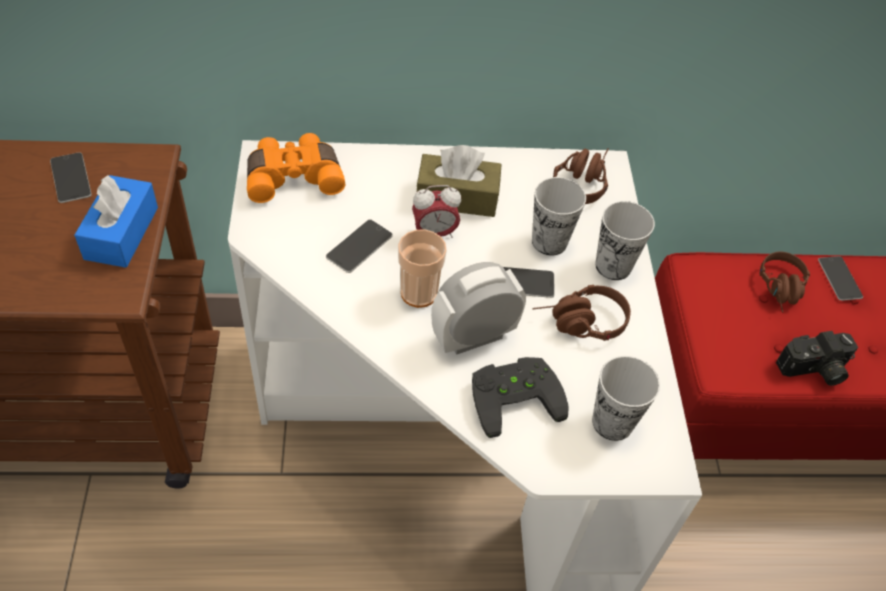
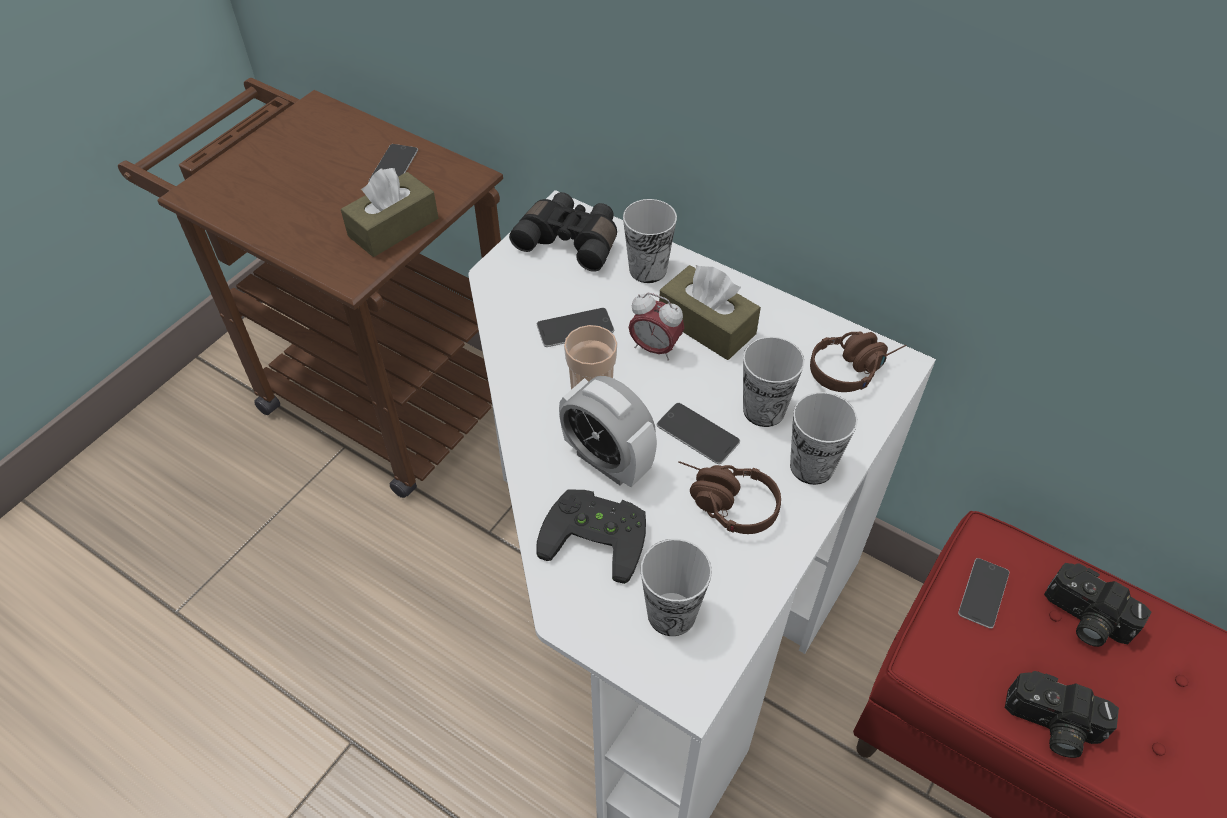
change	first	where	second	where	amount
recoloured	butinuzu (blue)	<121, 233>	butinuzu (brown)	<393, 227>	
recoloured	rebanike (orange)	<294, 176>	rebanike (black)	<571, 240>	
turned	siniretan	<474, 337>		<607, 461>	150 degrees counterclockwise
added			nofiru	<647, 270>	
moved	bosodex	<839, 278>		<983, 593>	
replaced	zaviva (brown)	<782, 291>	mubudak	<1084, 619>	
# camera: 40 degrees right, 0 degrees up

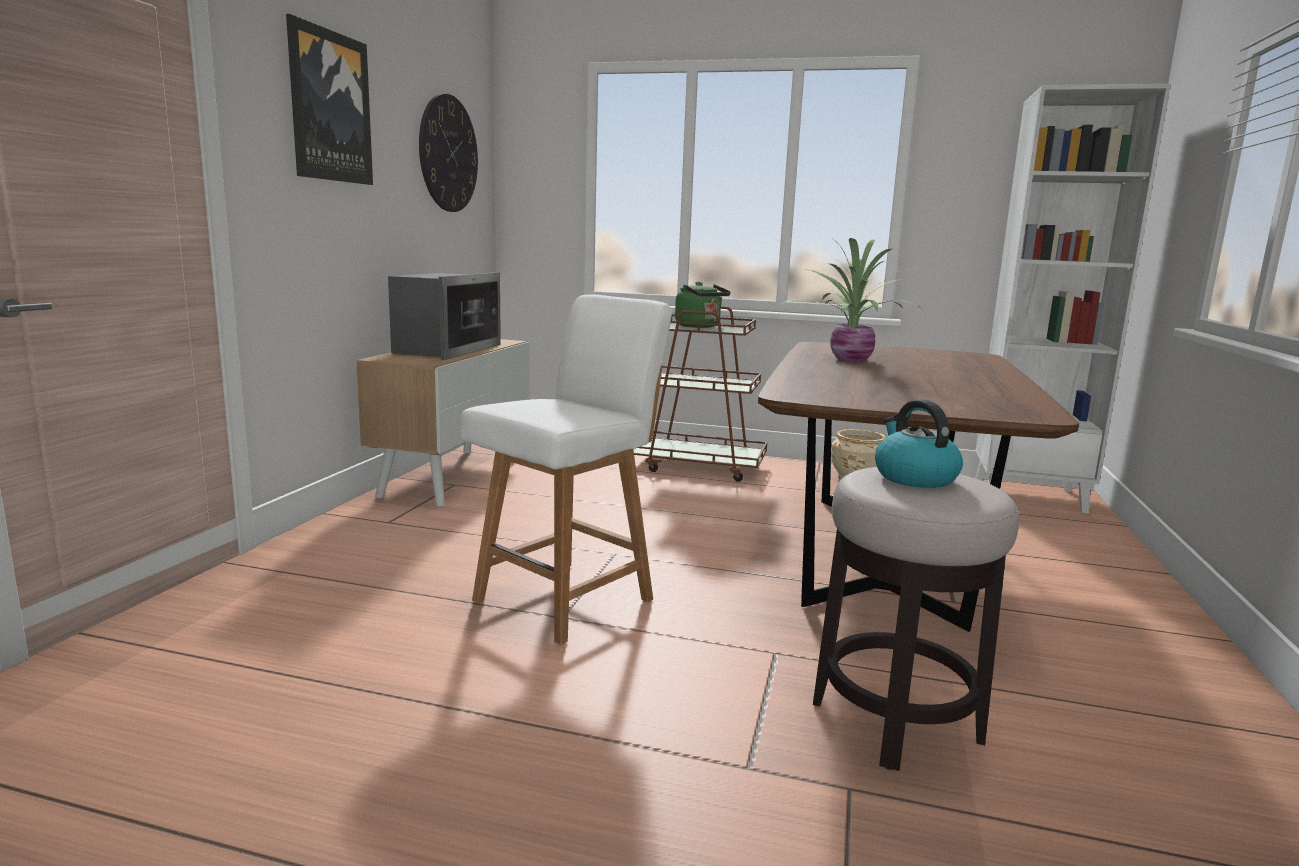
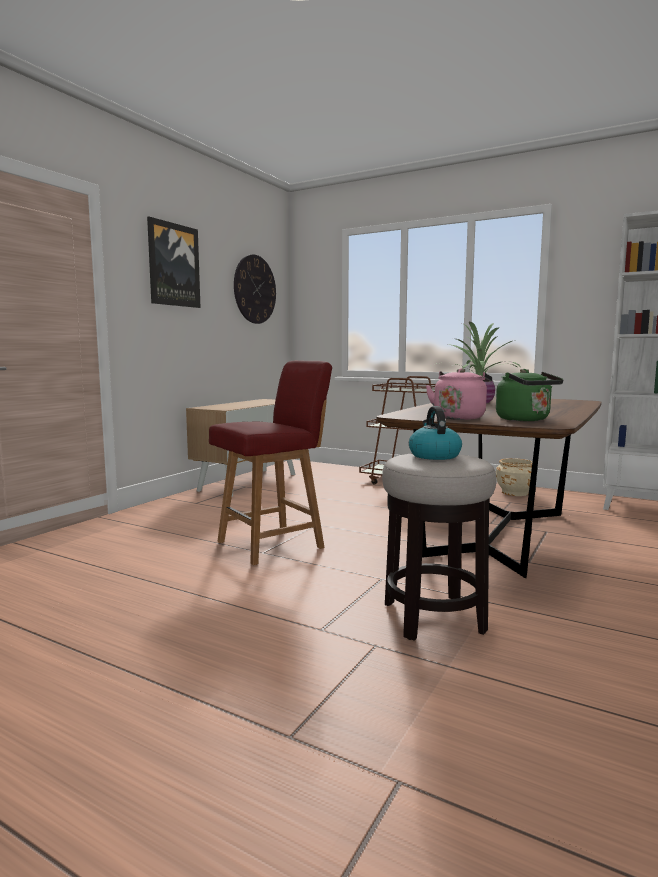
change	first	where	second	where	amount
recoloured	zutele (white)	<567, 598>	zutele (red)	<273, 544>	
added			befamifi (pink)	<459, 417>	
moved	befamifi (green)	<700, 326>		<525, 420>	
removed	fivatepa	<446, 349>			
# camera: 15 degrees right, 5 degrees down

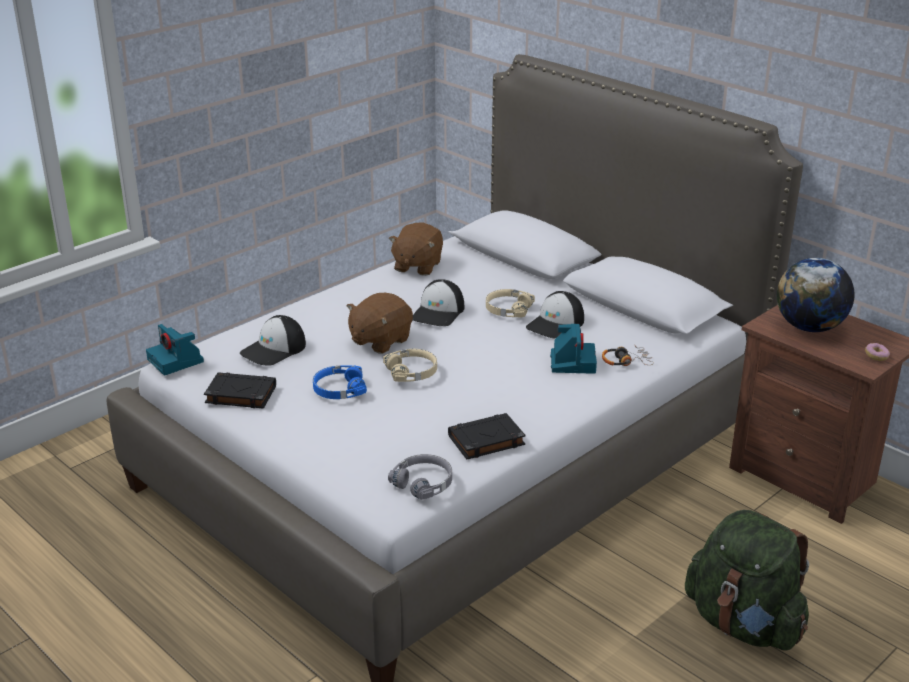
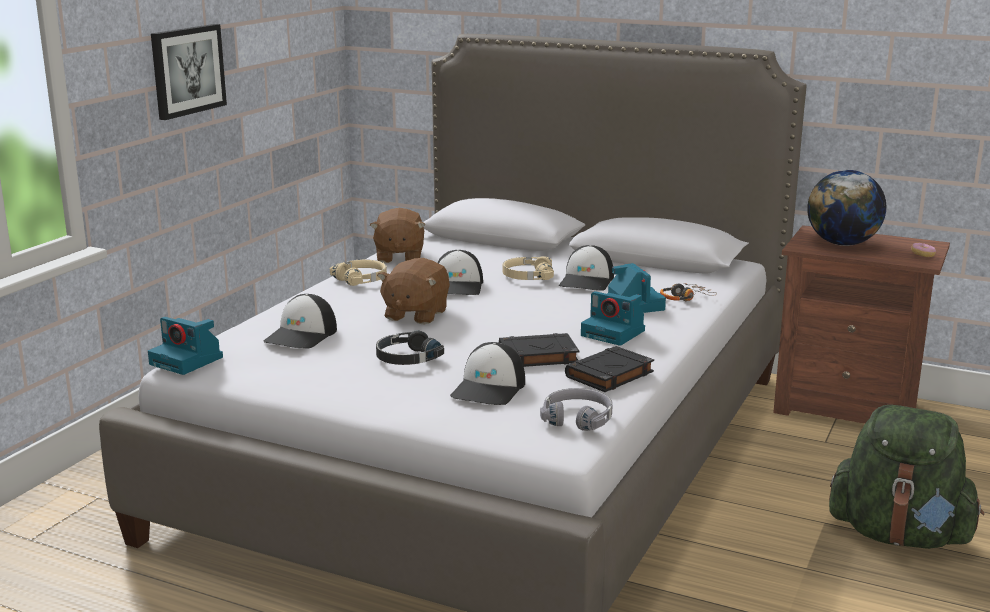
change	first	where	second	where	amount
added			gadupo	<187, 70>	
moved	zaviva (beige)	<412, 372>		<361, 279>	
recoloured	zaviva (blue)	<339, 389>	zaviva (black)	<406, 358>	
added			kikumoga	<489, 389>	
moved	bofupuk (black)	<240, 395>		<537, 356>	
added			mubudak	<614, 333>	
# camera: 20 degrees left, 10 degrees down

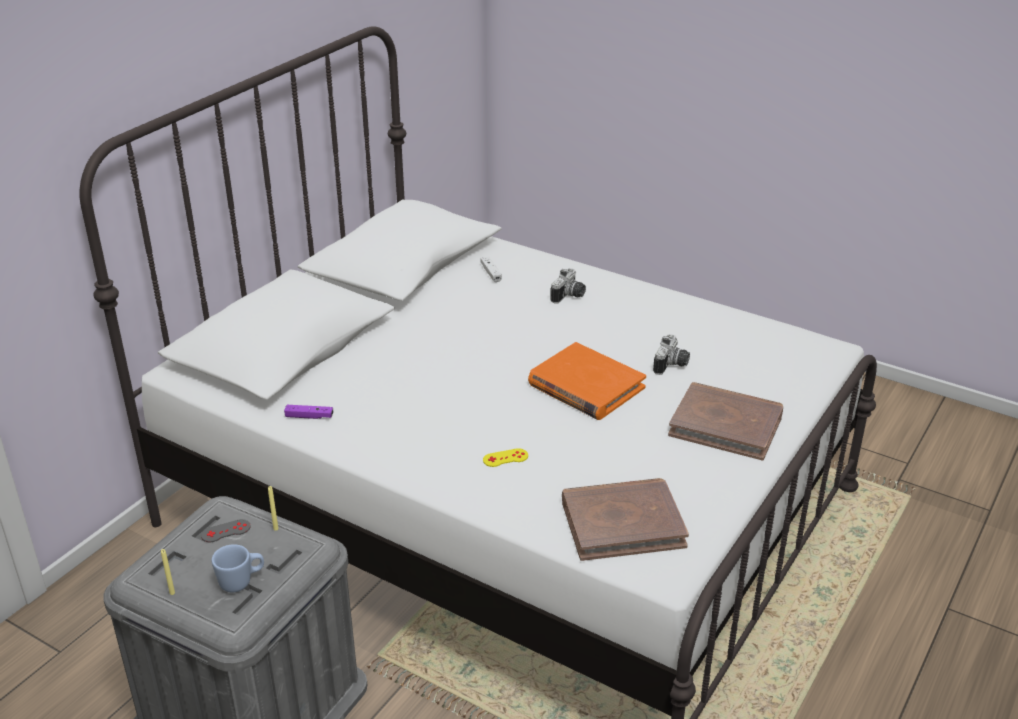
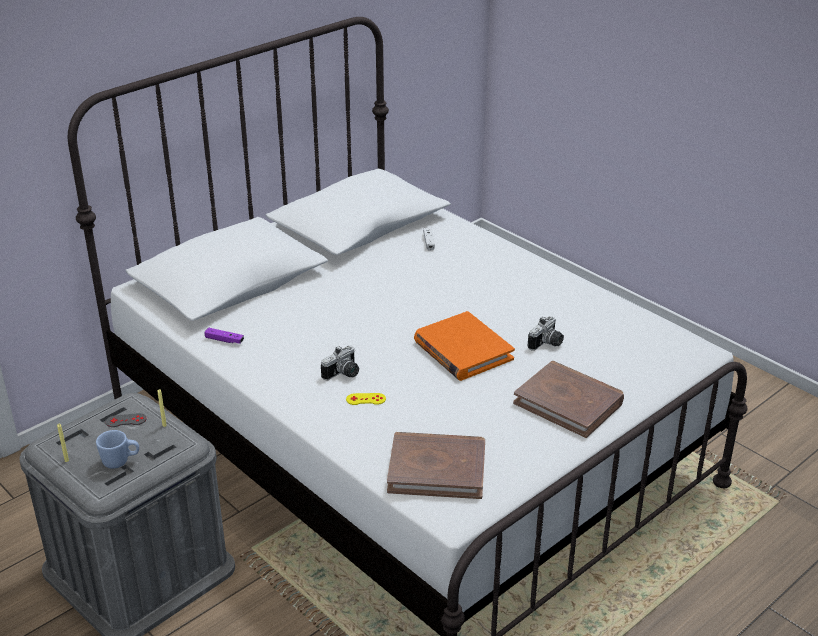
change	first	where	second	where	amount
moved	mubudak	<569, 296>		<343, 374>	
# camera: 15 degrees right, 0 degrees up

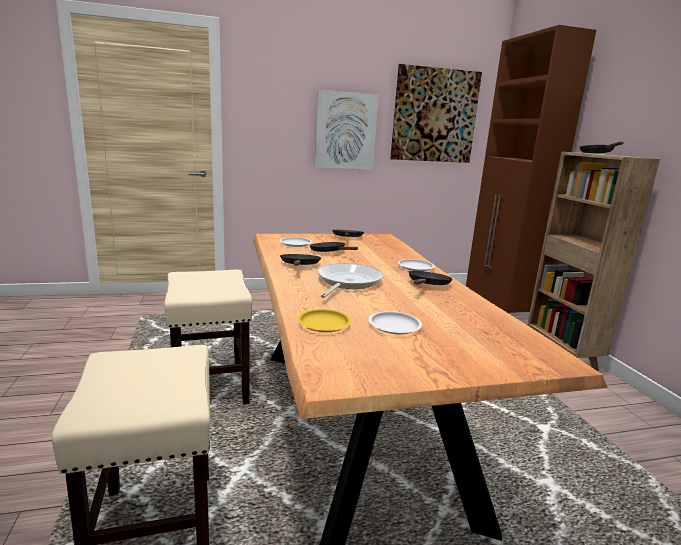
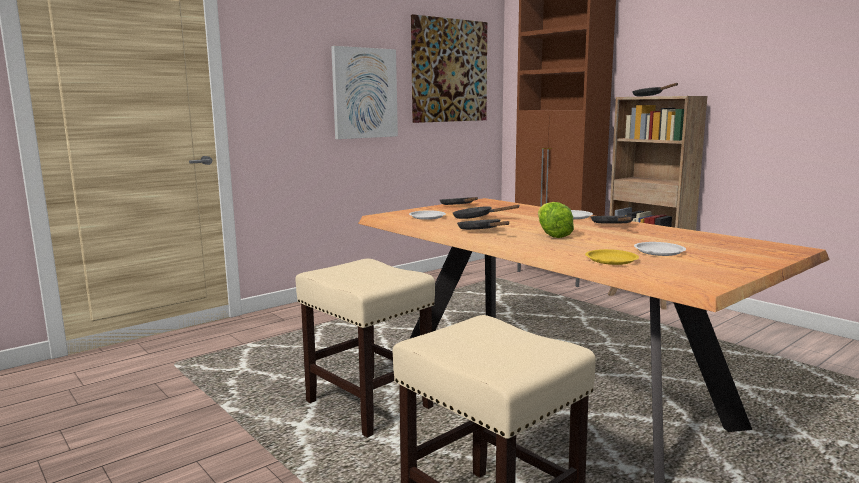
change	first	where	second	where	amount
replaced	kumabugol	<347, 282>	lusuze	<552, 234>	
# camera: 25 degrees left, 5 degrees down

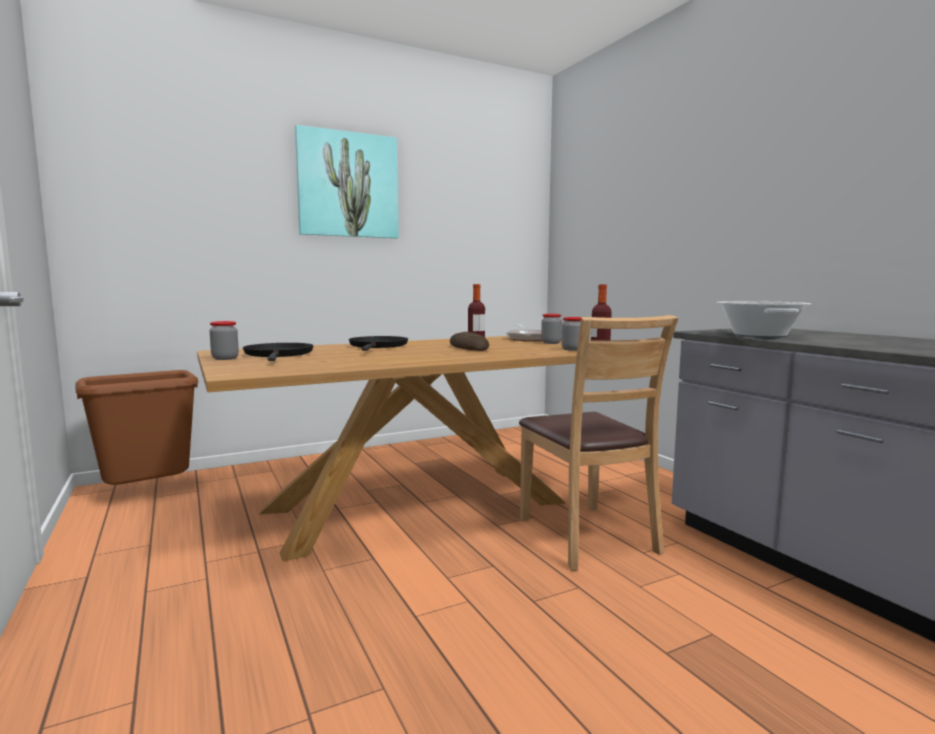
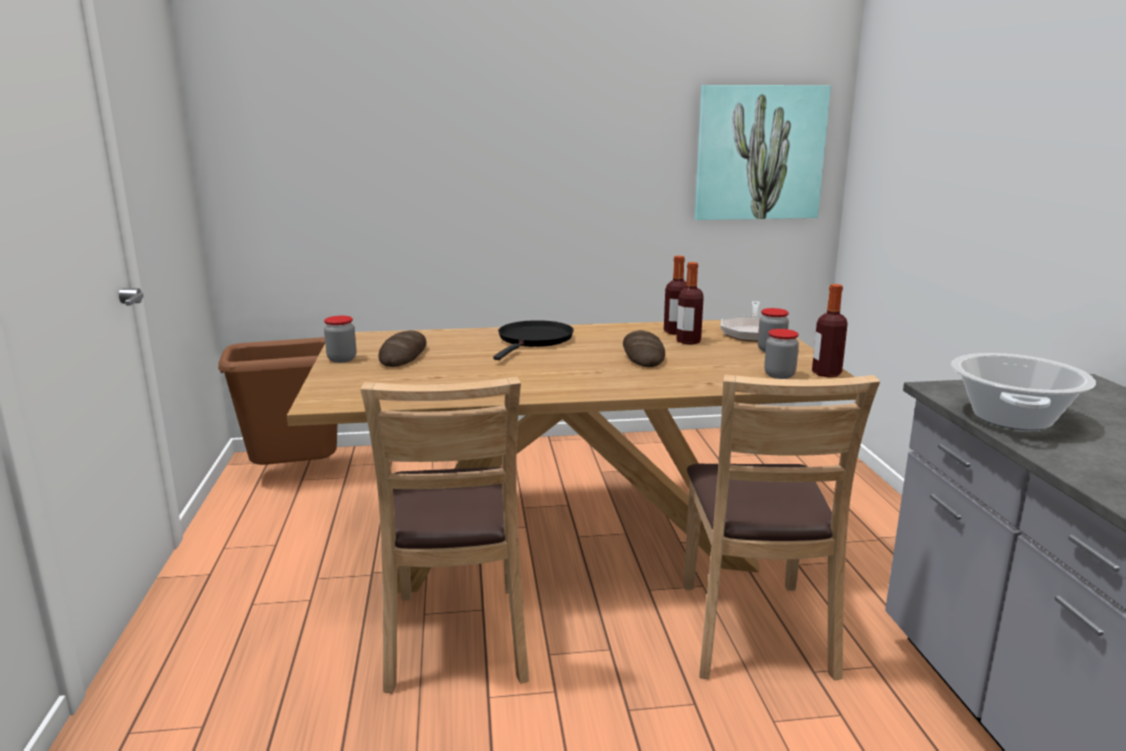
change	first	where	second	where	amount
added			zutele (brown)	<457, 637>	
replaced	kumabugol (black)	<279, 355>	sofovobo	<403, 355>	
added			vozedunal	<688, 341>	
moved	gadupo	<348, 185>		<760, 153>	
# camera: 20 degrees right, 10 degrees up

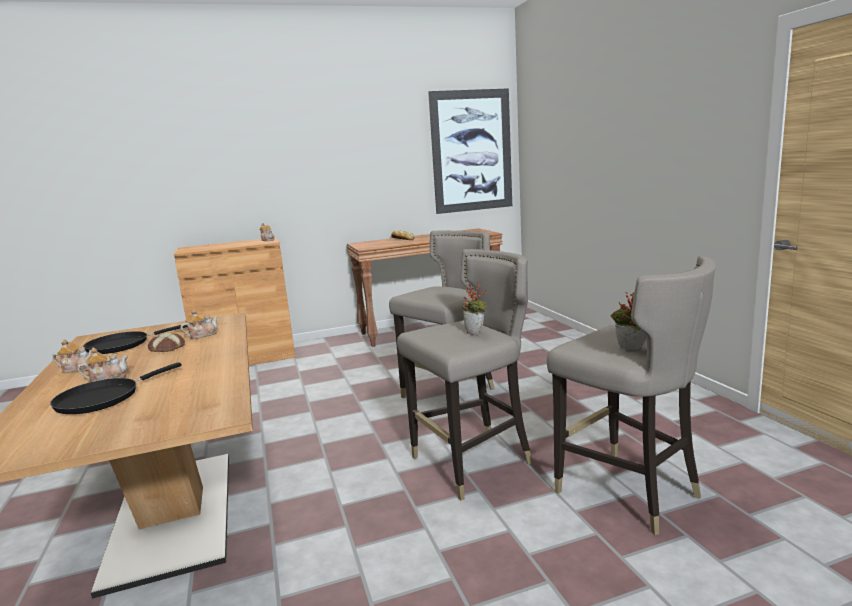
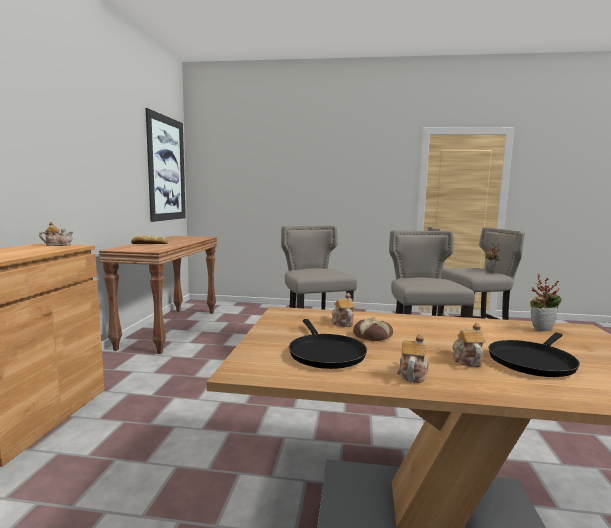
change	first	where	second	where	amount
turned	kumabugol (black)	<103, 398>		<532, 361>	75 degrees clockwise
moved	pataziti	<476, 333>		<541, 329>	
# camera: 65 degrees left, 5 degrees down

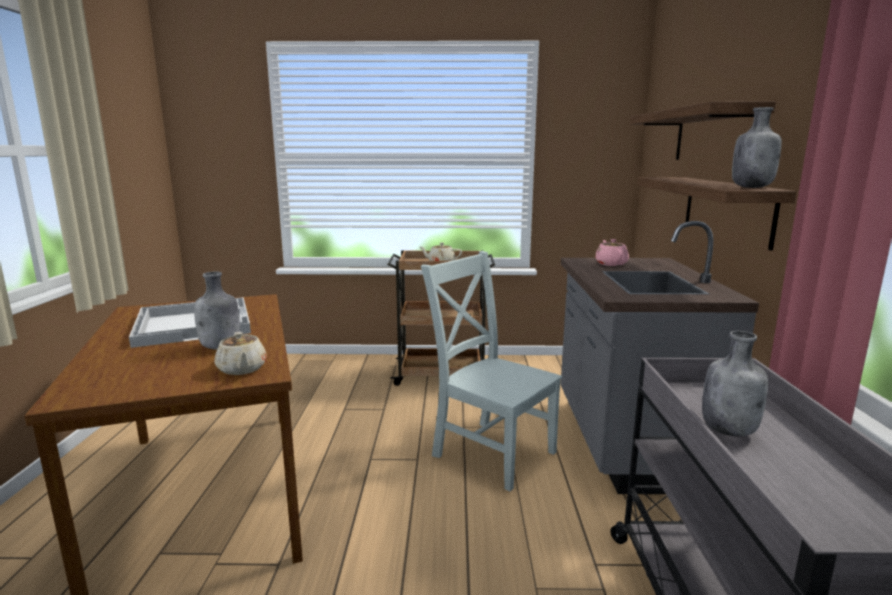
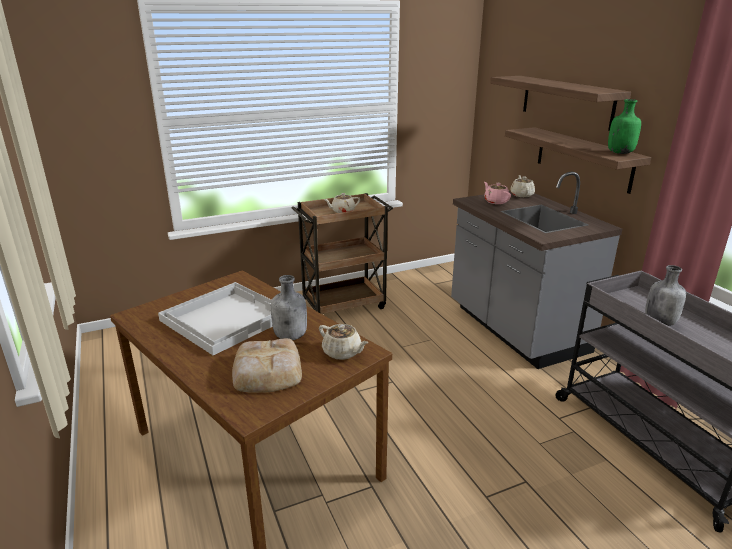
change	first	where	second	where	amount
added			sofovobo	<266, 372>	
added			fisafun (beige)	<521, 195>	
recoloured	vozedunal (grey)	<752, 187>	vozedunal (green)	<620, 153>	
removed	zutele (grey)	<490, 451>			
# camera: 25 degrees left, 10 degrees up

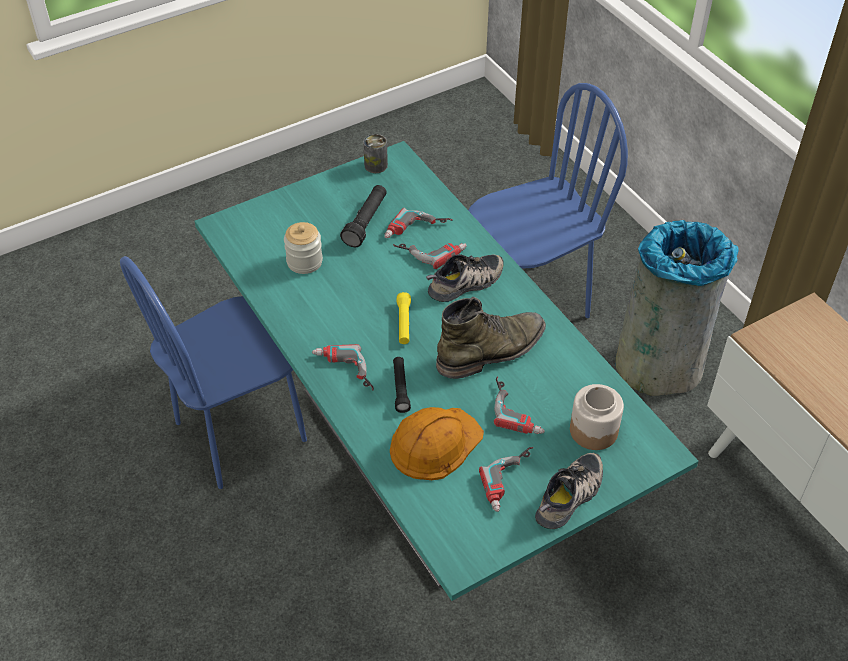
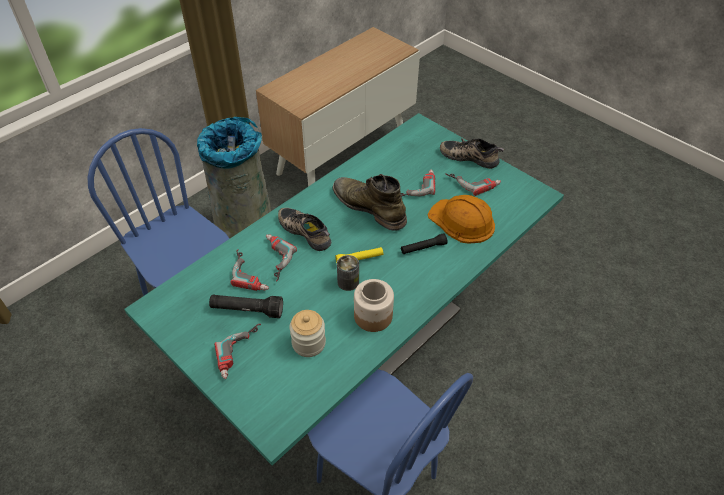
change	first	where	second	where	amount
moved	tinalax	<342, 372>		<242, 353>	
moved	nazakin	<376, 165>		<348, 282>	
moved	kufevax	<593, 430>		<372, 316>	
# camera: 105 degrees left, 0 degrees up

